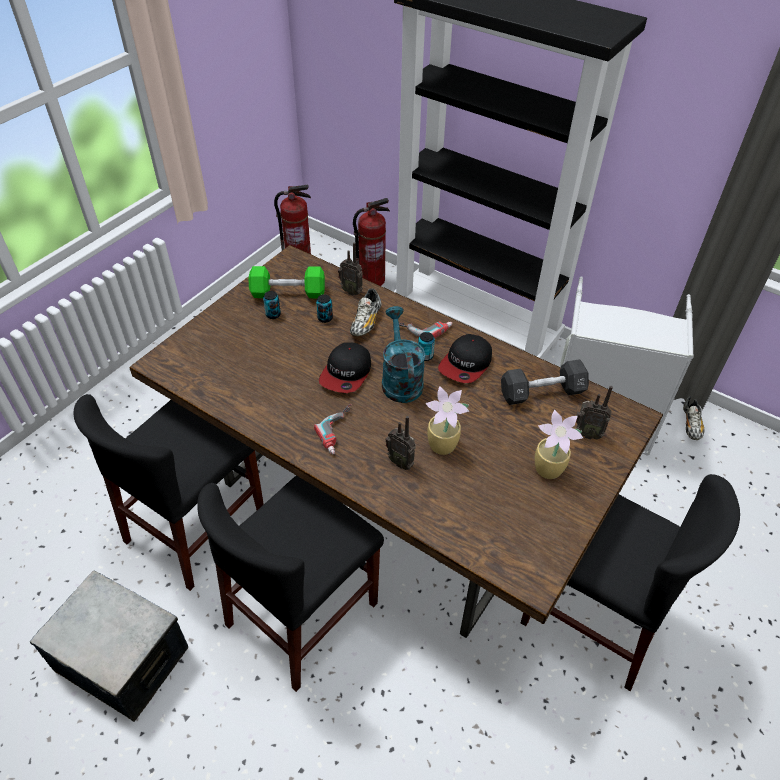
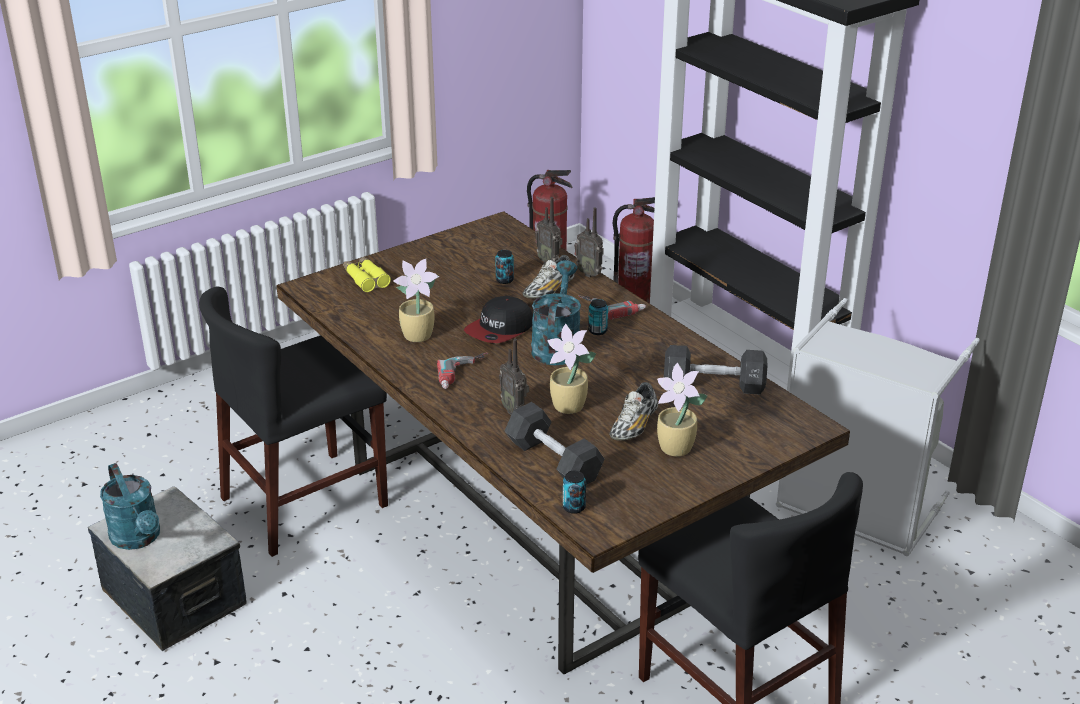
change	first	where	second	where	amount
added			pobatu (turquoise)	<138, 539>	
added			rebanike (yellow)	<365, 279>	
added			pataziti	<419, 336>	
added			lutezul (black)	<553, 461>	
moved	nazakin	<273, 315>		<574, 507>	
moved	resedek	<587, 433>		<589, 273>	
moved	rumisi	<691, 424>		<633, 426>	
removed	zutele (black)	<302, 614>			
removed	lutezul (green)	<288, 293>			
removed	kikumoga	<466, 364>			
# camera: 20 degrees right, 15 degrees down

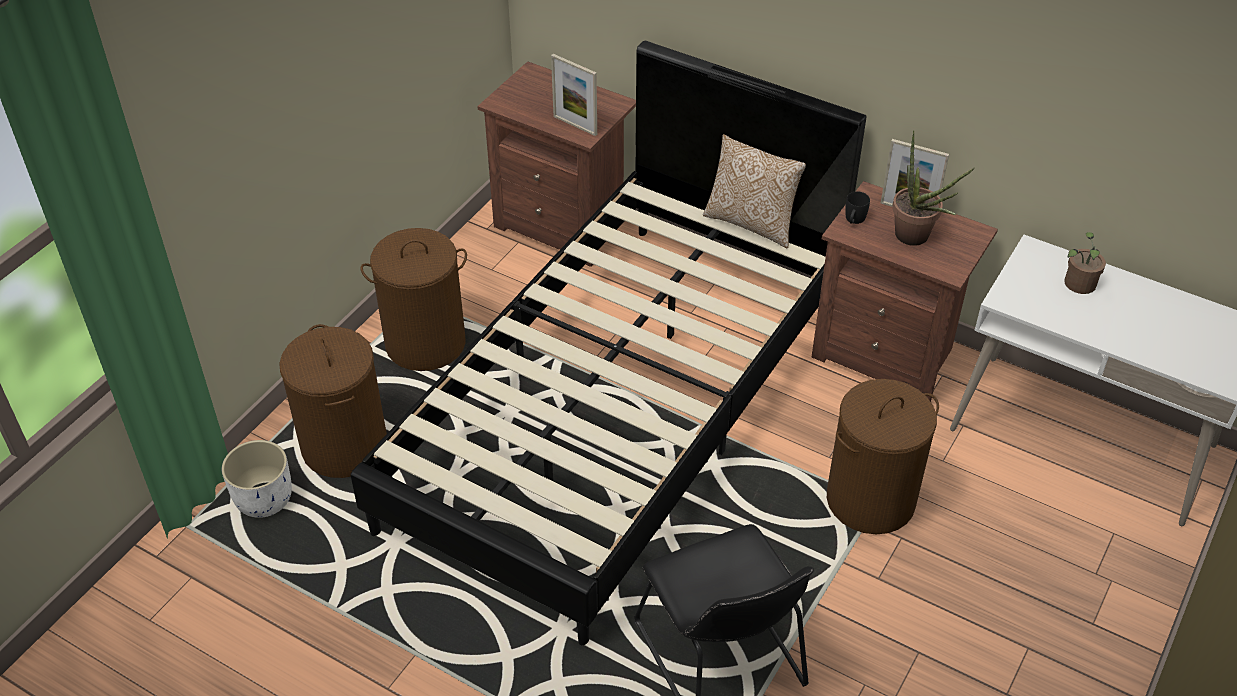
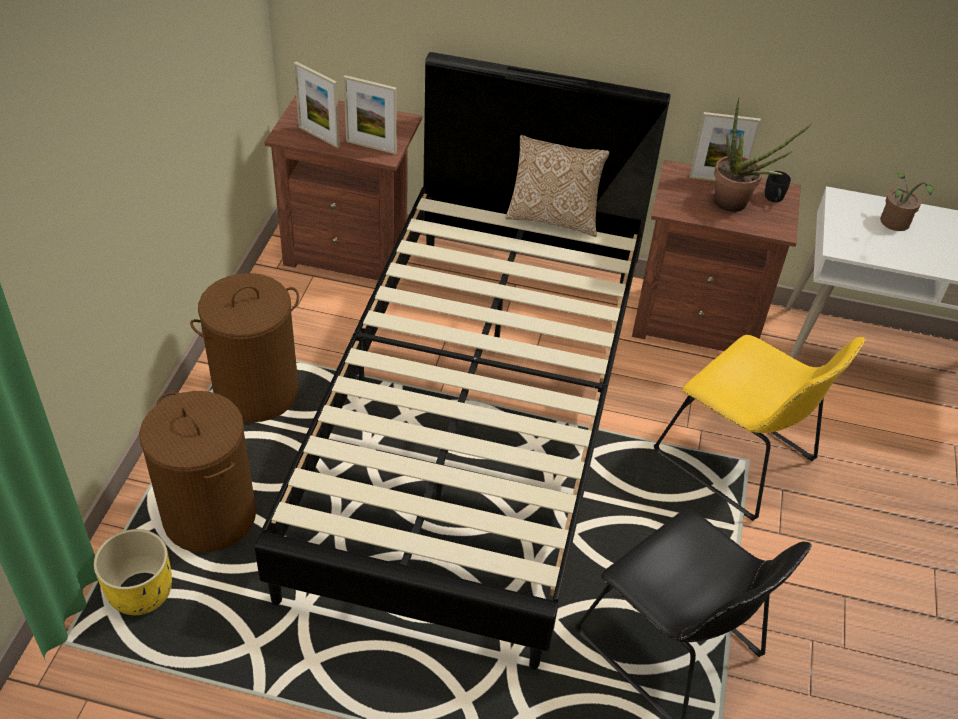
change	first	where	second	where	amount
recoloured	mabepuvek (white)	<264, 498>	mabepuvek (yellow)	<141, 591>	
added			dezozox	<319, 137>	
replaced	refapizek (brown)	<870, 500>	zutele (yellow)	<740, 460>	
moved	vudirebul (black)	<854, 220>		<774, 199>	
# camera: 20 degrees left, 0 degrees up

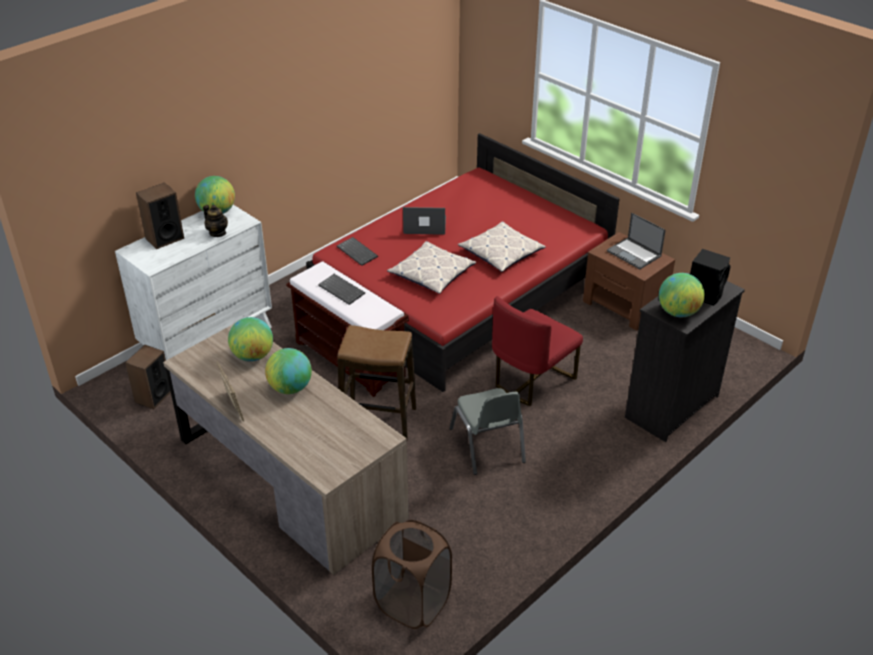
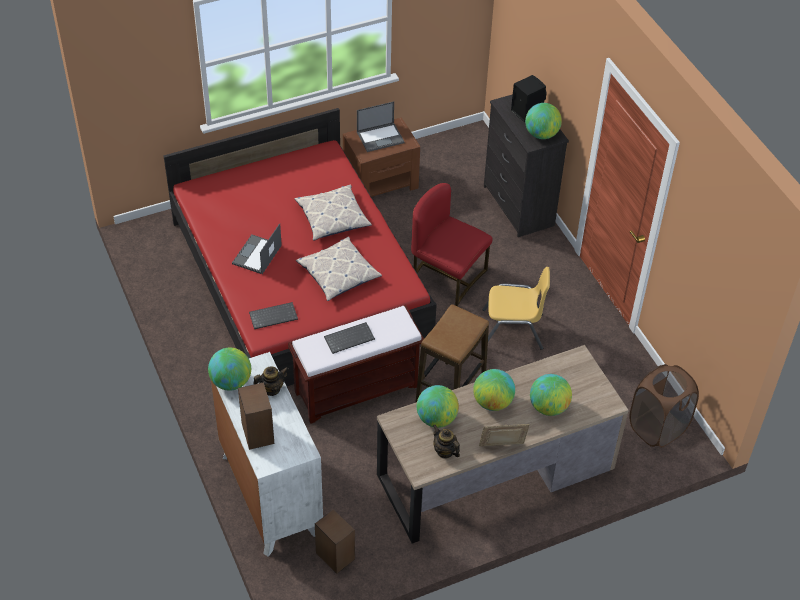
change	first	where	second	where	amount
turned	zutele (red)	<531, 380>		<447, 275>	150 degrees clockwise
added			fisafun	<445, 451>	
recoloured	zutele (grey)	<487, 445>	zutele (yellow)	<512, 330>	
added			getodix	<548, 407>	
# camera: 70 degrees left, 10 degrees up

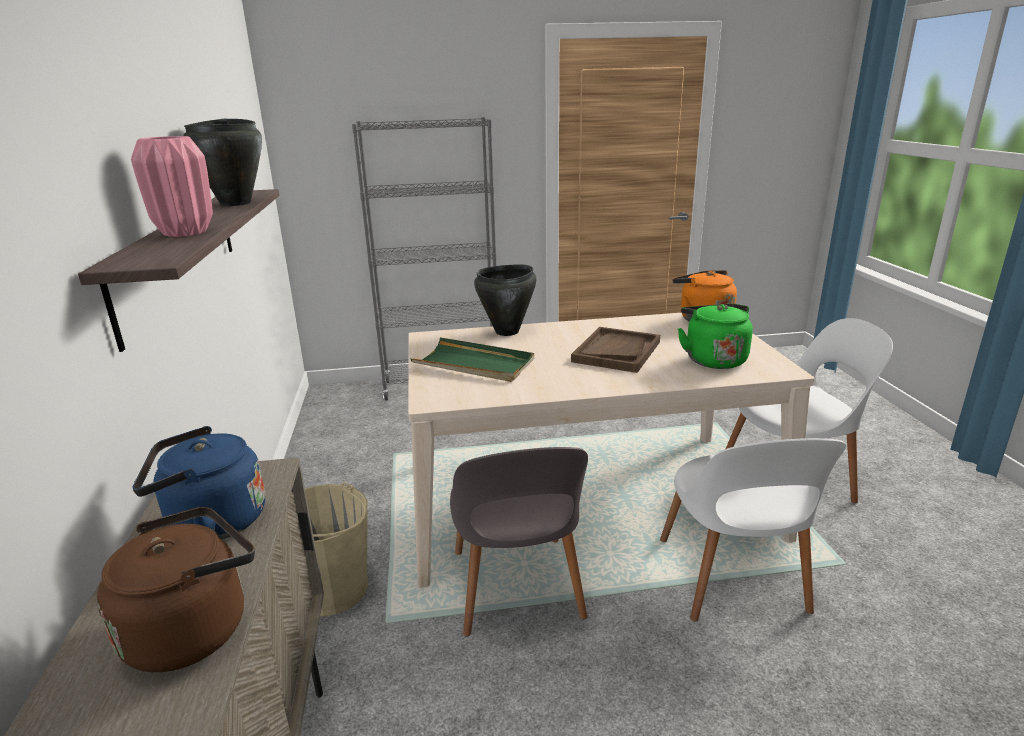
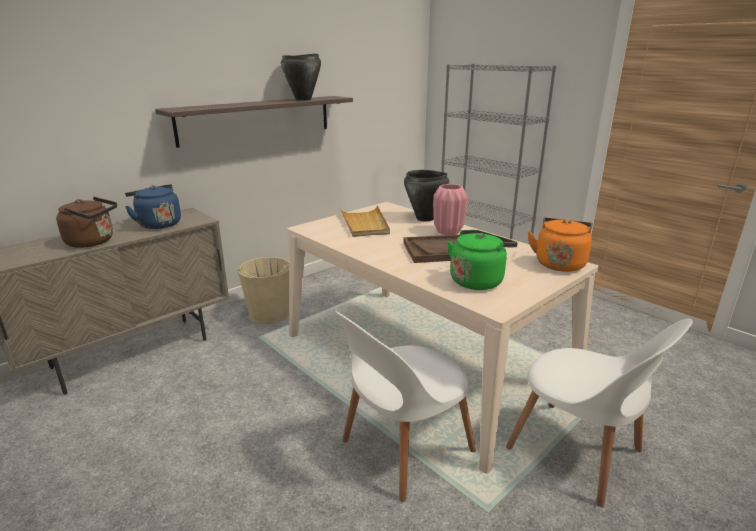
change	first	where	second	where	amount
recoloured	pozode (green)	<474, 364>	pozode (beige)	<364, 224>	
moved	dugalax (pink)	<185, 233>		<448, 232>	
removed	zutele (grey)	<516, 589>			
# camera: 55 degrees right, 0 degrees up

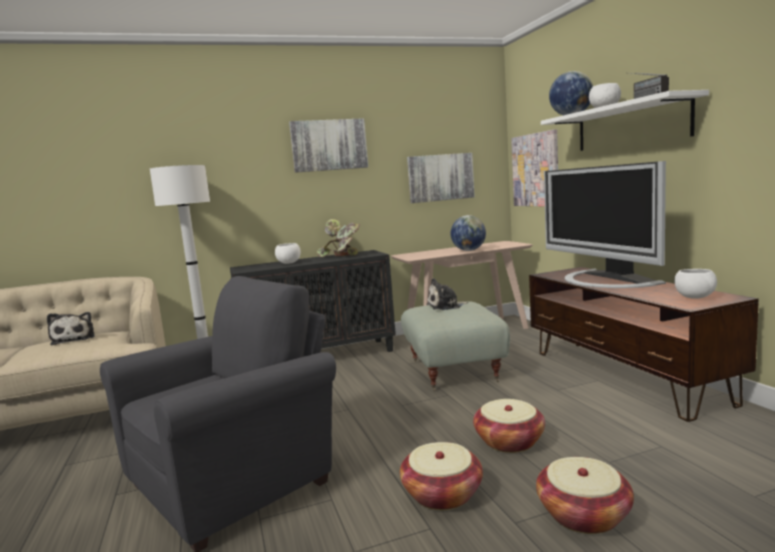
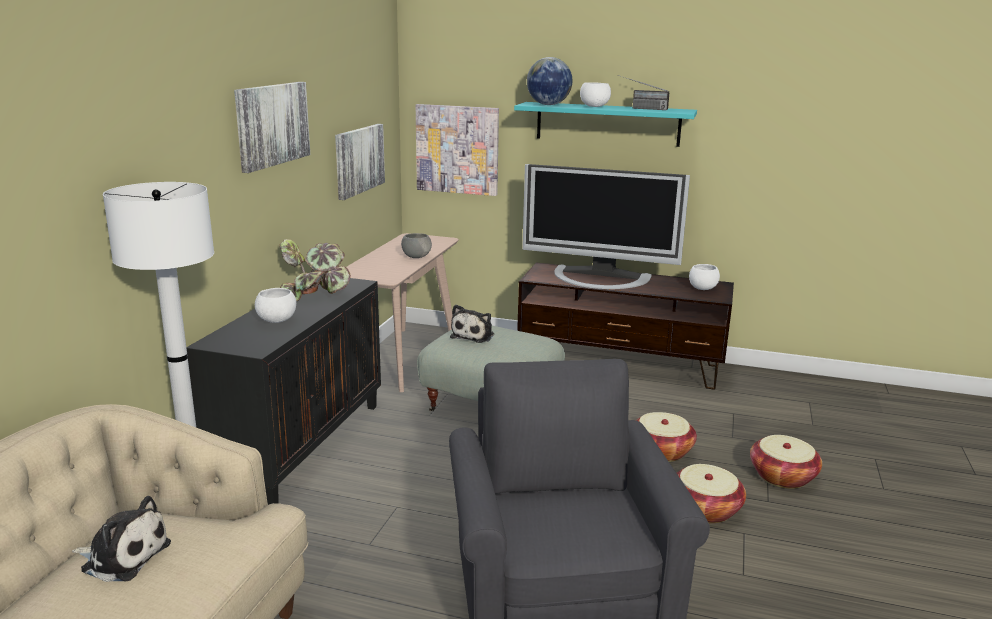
change	first	where	second	where	amount
replaced	getodix	<469, 250>	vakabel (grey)	<416, 257>	
recoloured	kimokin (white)	<630, 125>	kimokin (turquoise)	<607, 124>	
# camera: 55 degrees left, 10 degrees up

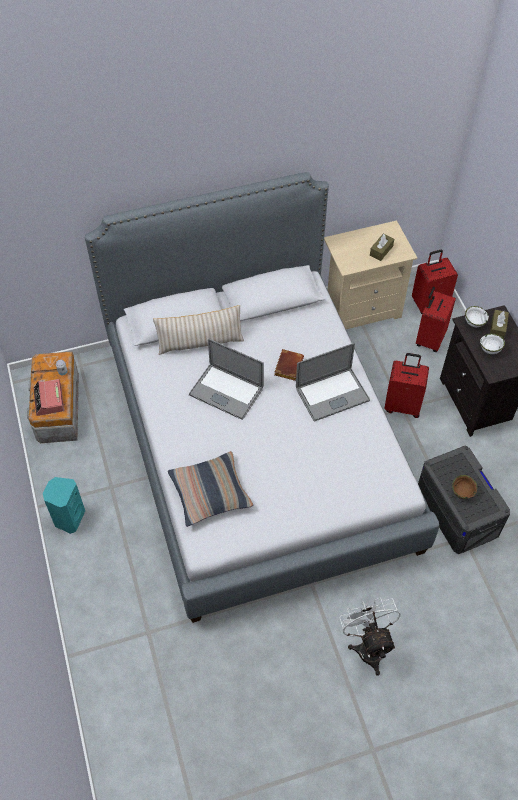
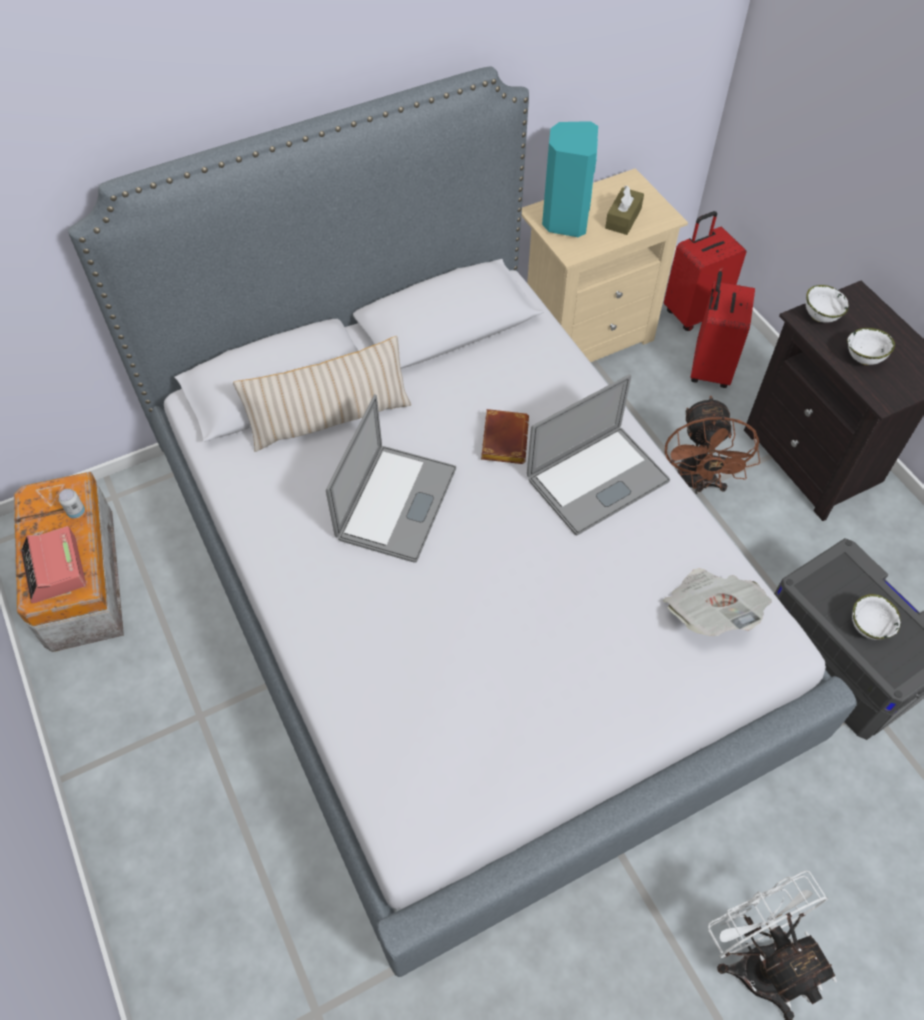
change	first	where	second	where	amount
turned	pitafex	<226, 391>		<396, 503>	90 degrees counterclockwise
moved	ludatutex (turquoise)	<68, 518>		<564, 220>	
added			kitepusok	<710, 612>	
replaced	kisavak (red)	<402, 405>	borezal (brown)	<695, 484>	
recoloured	vakabel (brown)	<462, 492>	vakabel (white)	<868, 627>	
removed	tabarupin	<210, 493>			
removed	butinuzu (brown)	<498, 327>			
# camera: 10 degrees left, 0 degrees up

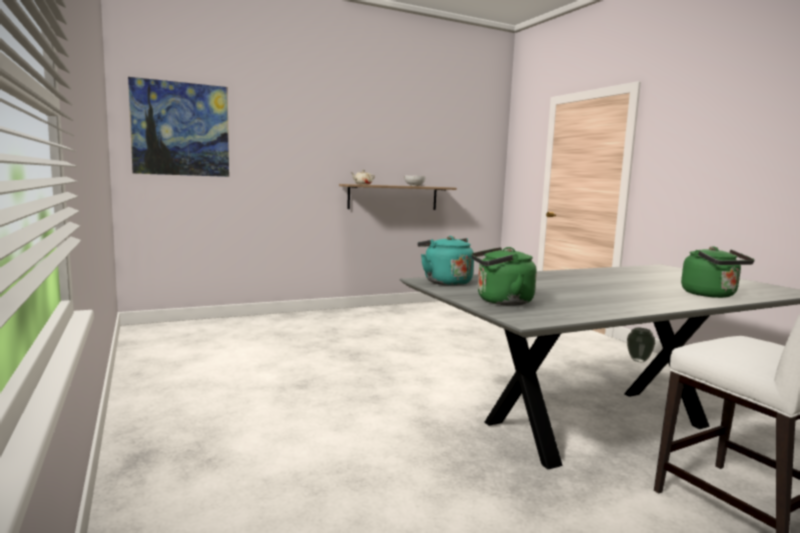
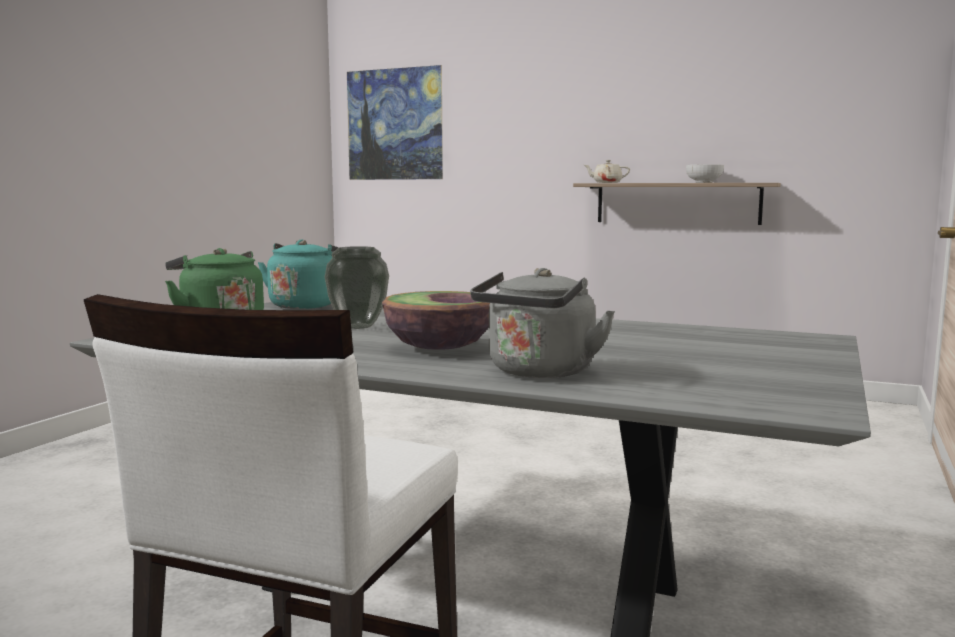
change	first	where	second	where	amount
moved	dugalax	<639, 360>		<359, 326>	
added			vakabel	<439, 348>	
recoloured	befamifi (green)	<711, 295>	befamifi (grey)	<538, 372>	
# camera: 50 degrees right, 0 degrees up

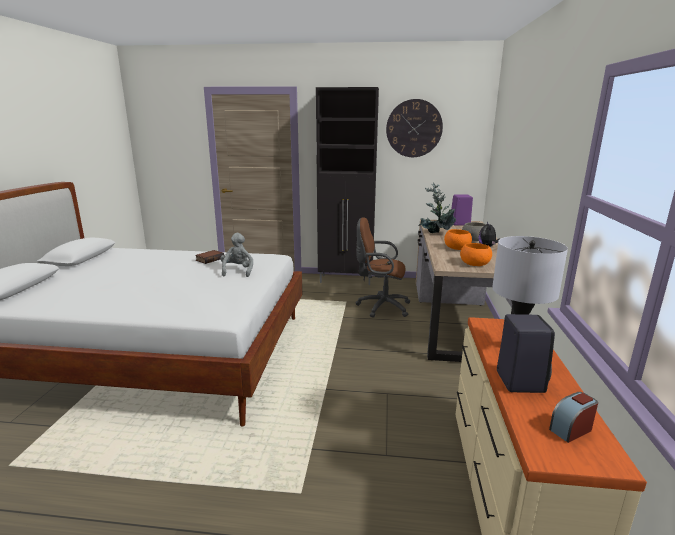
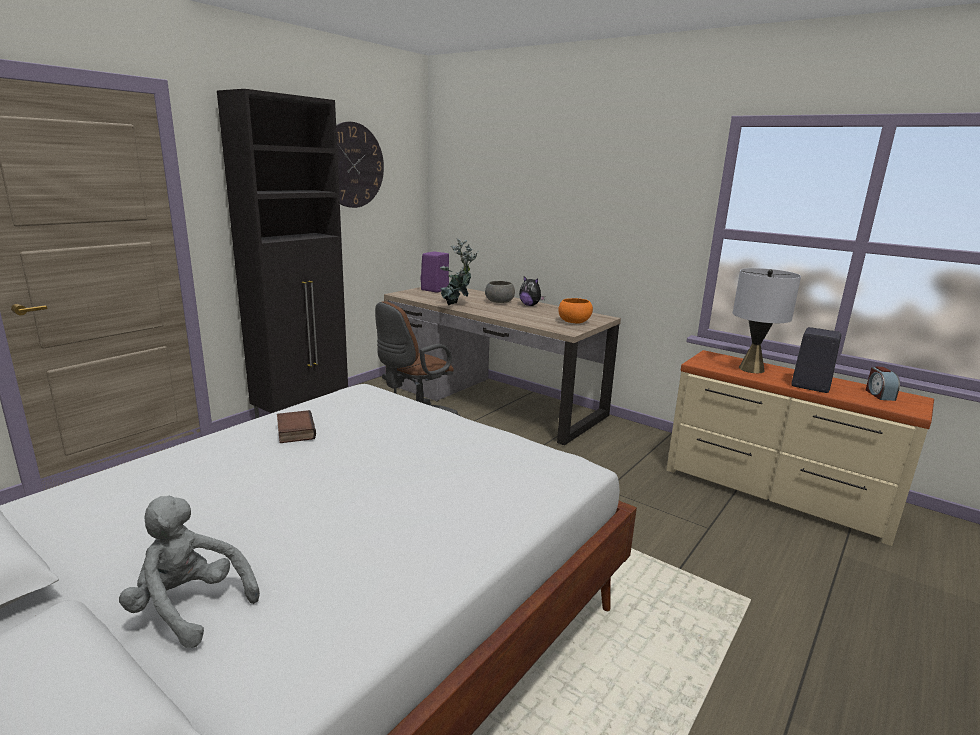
change	first	where	second	where	amount
moved	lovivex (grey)	<237, 271>		<189, 607>	
removed	vakabel (orange)	<457, 248>			
# camera: 60 degrees left, 0 degrees up

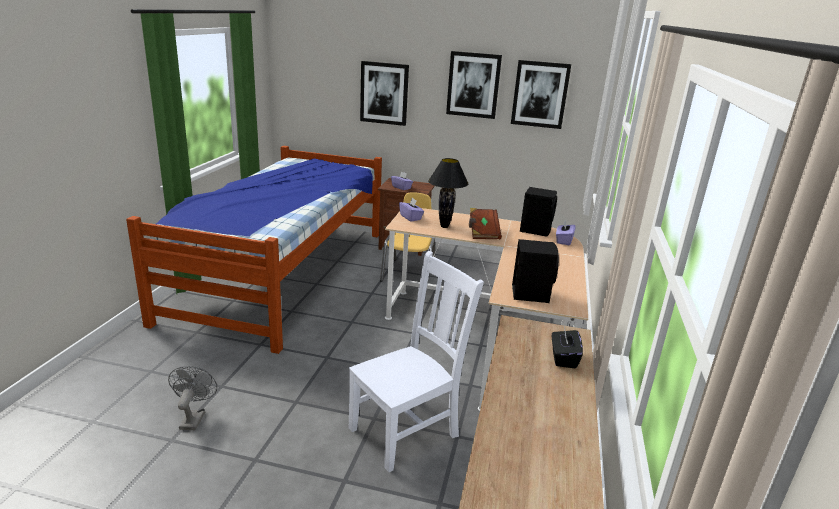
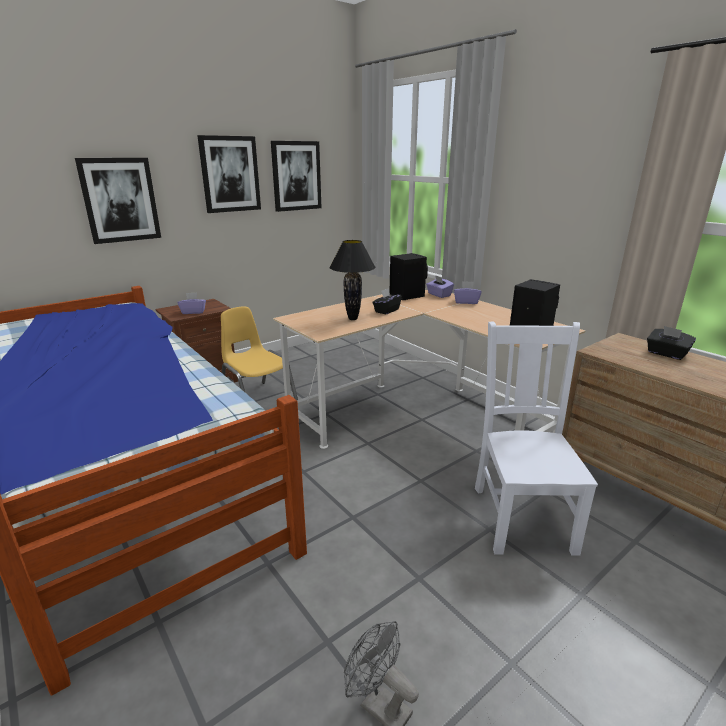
change	first	where	second	where	amount
replaced	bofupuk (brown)	<483, 232>	butinuzu (black)	<386, 311>	
moved	butinuzu (purple)	<411, 217>		<466, 302>	
# camera: 50 degrees left, 0 degrees up

